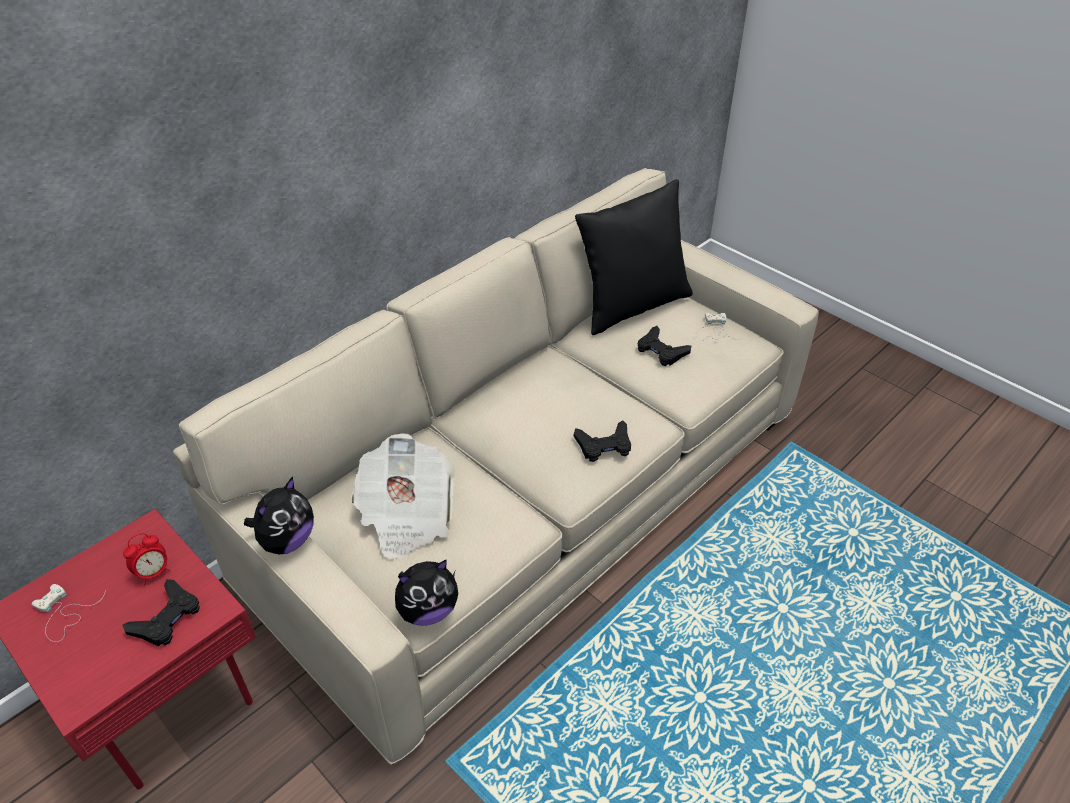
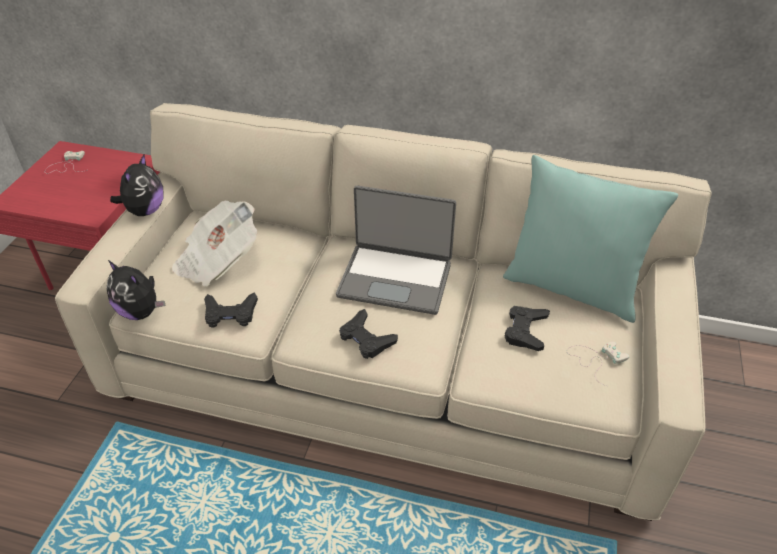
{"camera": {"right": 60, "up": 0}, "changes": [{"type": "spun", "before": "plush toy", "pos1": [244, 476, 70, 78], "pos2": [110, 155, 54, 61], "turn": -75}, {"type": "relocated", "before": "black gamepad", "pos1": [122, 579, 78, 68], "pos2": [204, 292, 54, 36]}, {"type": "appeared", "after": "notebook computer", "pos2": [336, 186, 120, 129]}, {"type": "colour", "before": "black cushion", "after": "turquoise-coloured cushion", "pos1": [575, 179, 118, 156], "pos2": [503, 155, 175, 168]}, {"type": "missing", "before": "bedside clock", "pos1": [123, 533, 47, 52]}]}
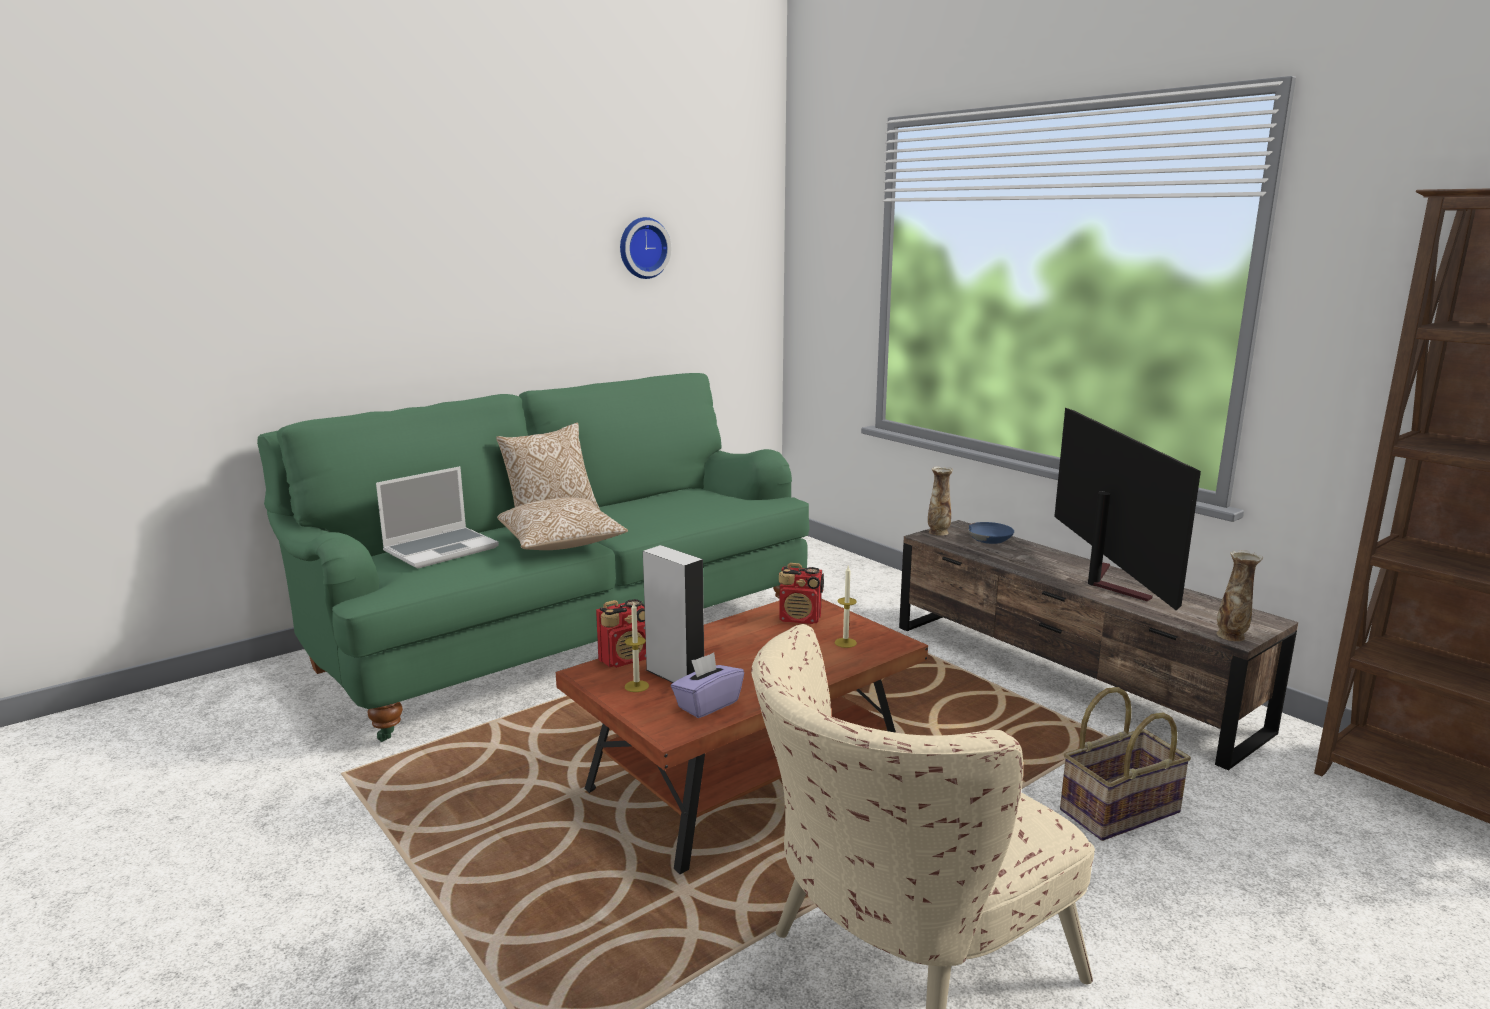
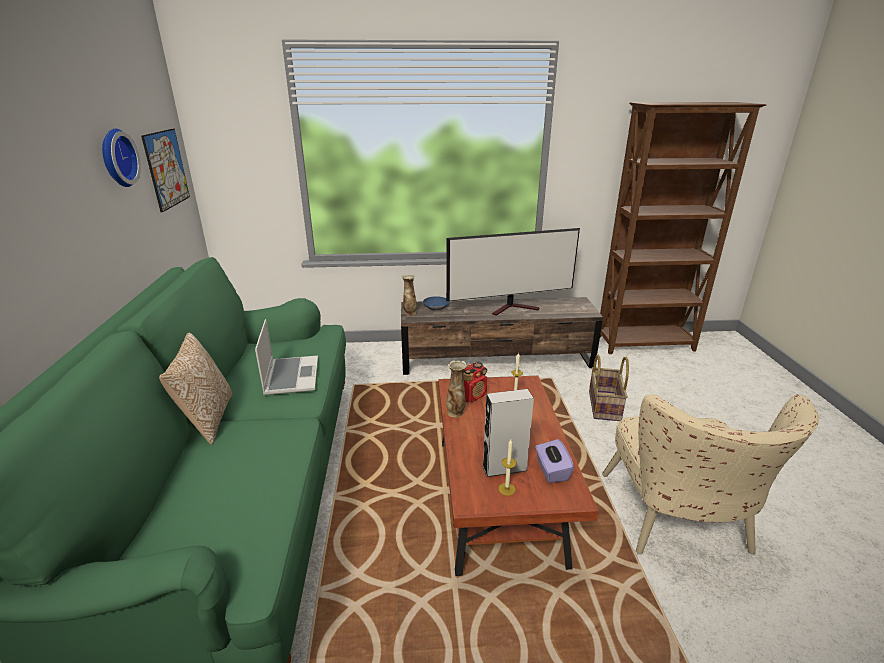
{"camera": {"right": -55, "up": 10}, "changes": [{"type": "appeared", "after": "wall picture", "pos2": [141, 129, 49, 84]}, {"type": "relocated", "before": "notebook computer", "pos1": [376, 466, 123, 103], "pos2": [255, 319, 63, 76]}, {"type": "spun", "before": "TV", "pos1": [1054, 408, 147, 202], "pos2": [446, 228, 134, 88], "turn": 135}, {"type": "relocated", "before": "vase", "pos1": [1216, 550, 47, 92], "pos2": [446, 360, 21, 57]}, {"type": "missing", "before": "cushion", "pos1": [497, 497, 131, 53]}, {"type": "missing", "before": "radio", "pos1": [596, 599, 50, 69]}]}
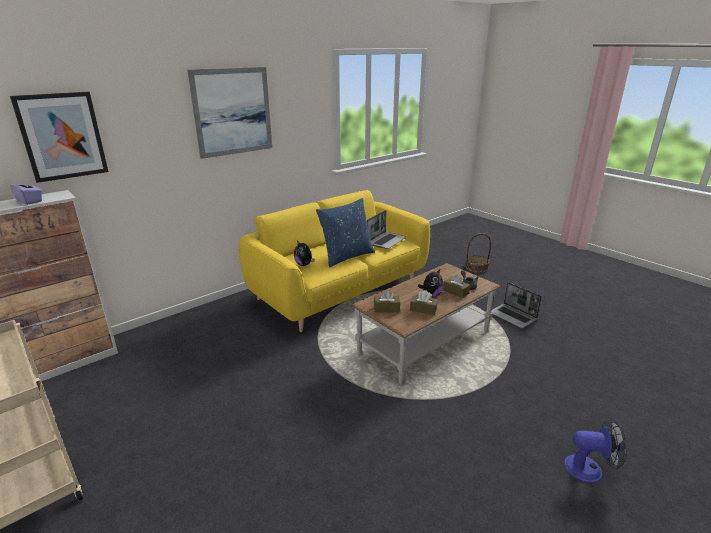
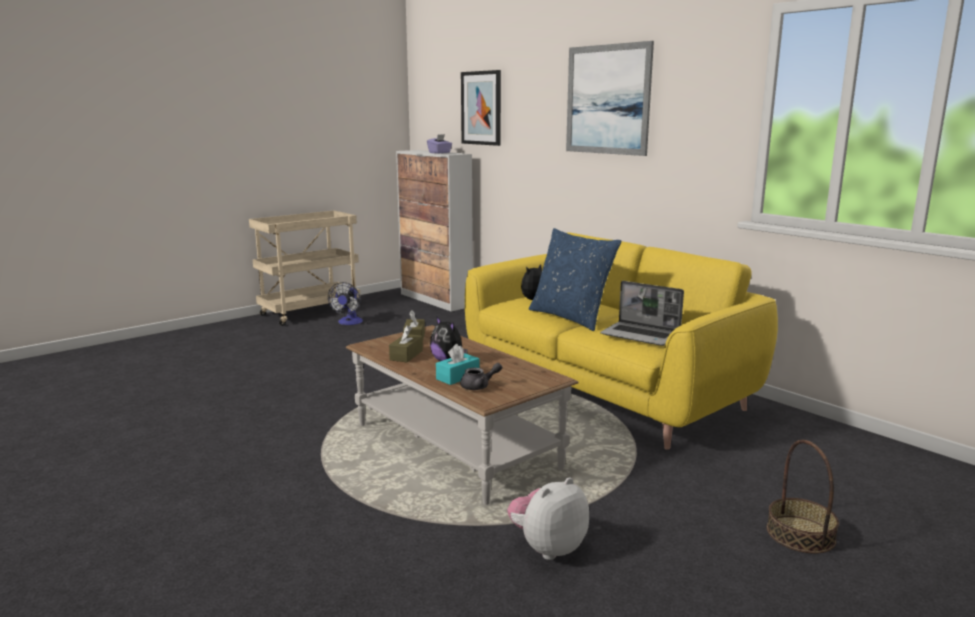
{"camera": {"right": 90, "up": -10}, "changes": [{"type": "relocated", "before": "fan", "pos1": [564, 418, 63, 65], "pos2": [328, 282, 35, 43]}, {"type": "colour", "before": "brown tissue holder", "after": "turquoise-coloured tissue holder", "pos1": [443, 274, 27, 24], "pos2": [436, 344, 43, 41]}, {"type": "exchanged", "before": "notebook computer", "after": "plush toy", "pos1": [491, 282, 51, 46], "pos2": [507, 477, 82, 83]}]}
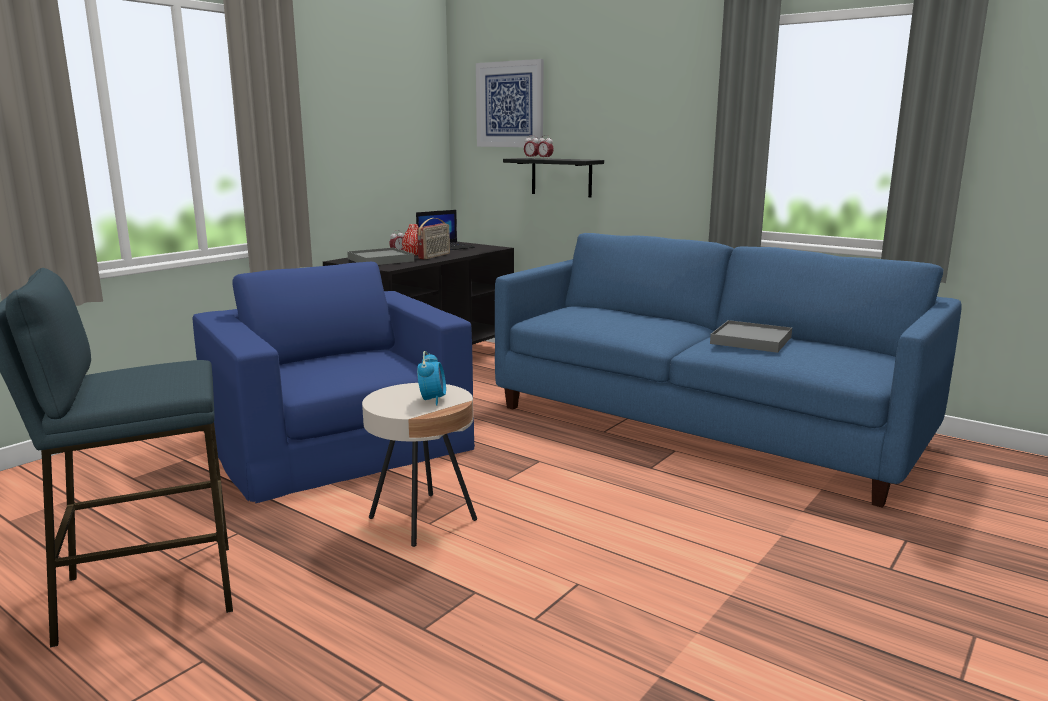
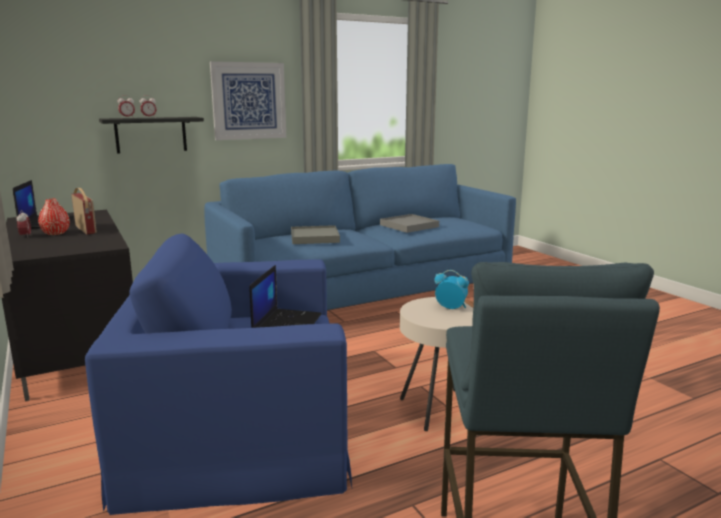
{"camera": {"right": -65, "up": 0}, "changes": [{"type": "relocated", "before": "wall picture", "pos1": [476, 59, 68, 88], "pos2": [210, 61, 76, 79]}, {"type": "appeared", "after": "notebook computer", "pos2": [250, 265, 72, 63]}, {"type": "relocated", "before": "gray tray", "pos1": [347, 248, 67, 17], "pos2": [291, 225, 49, 19]}]}
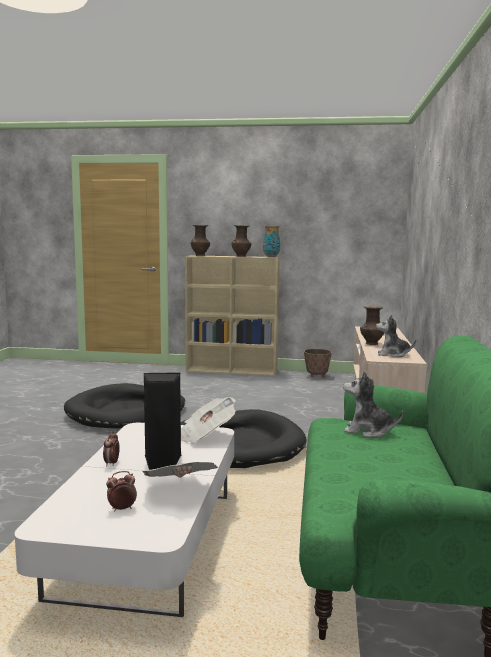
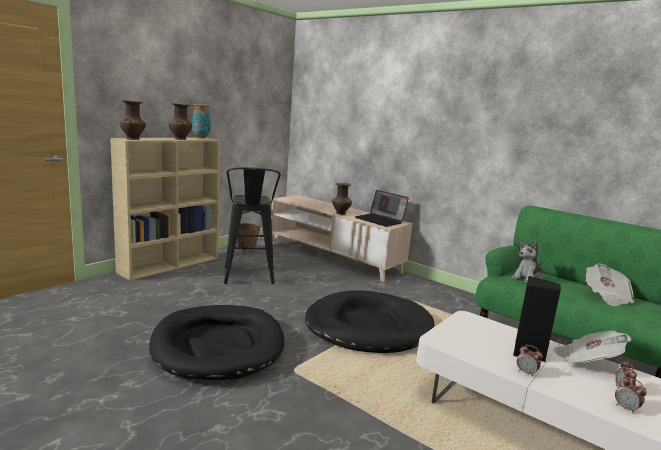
{"camera": {"right": -60, "up": 5}, "changes": [{"type": "appeared", "after": "black stool seat", "pos2": [224, 167, 57, 117]}, {"type": "exchanged", "before": "plush toy", "after": "notebook computer", "pos1": [376, 315, 40, 42], "pos2": [355, 190, 54, 37]}, {"type": "relocated", "before": "printed paper", "pos1": [181, 397, 55, 47], "pos2": [586, 263, 48, 43]}, {"type": "appeared", "after": "bedside clock", "pos2": [615, 377, 32, 37]}]}
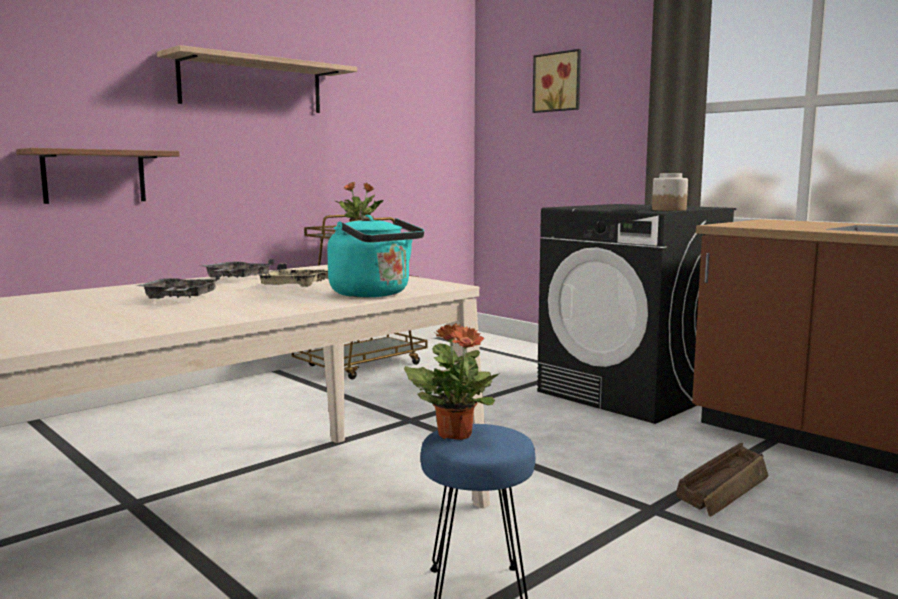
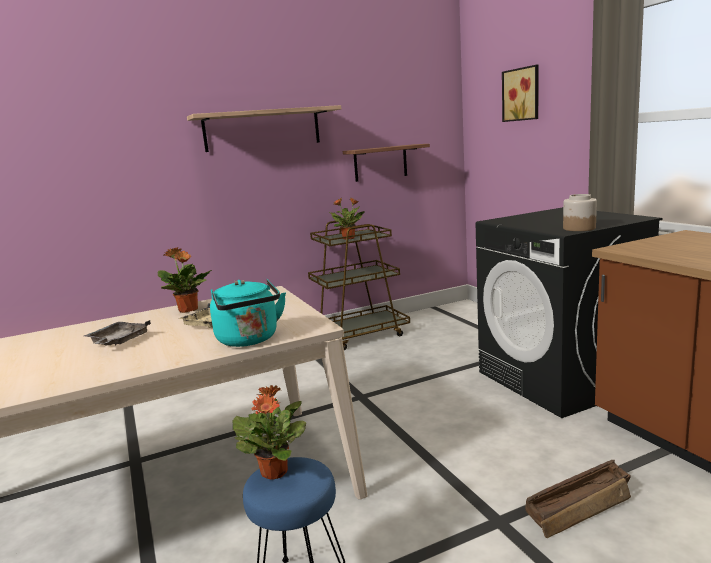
{"camera": {"right": 20, "up": 5}, "changes": [{"type": "exchanged", "before": "gray tray", "after": "plant in a pot", "pos1": [202, 259, 72, 19], "pos2": [158, 247, 54, 66]}, {"type": "relocated", "before": "shelf", "pos1": [16, 148, 164, 56], "pos2": [343, 144, 87, 38]}]}
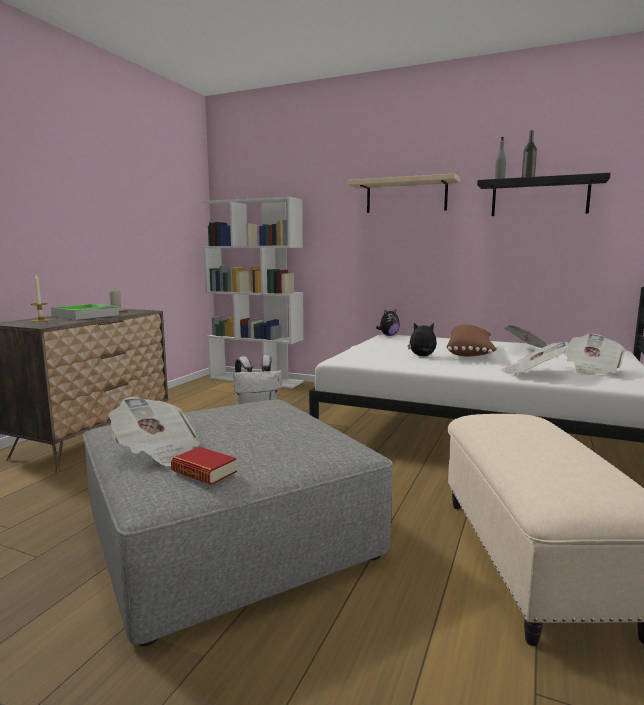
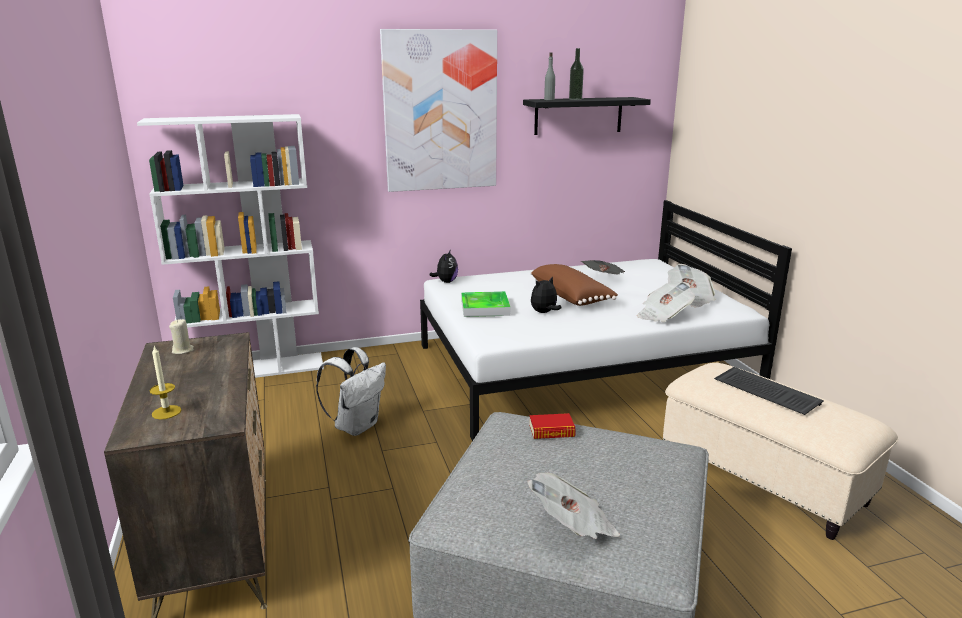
{"camera": {"right": -40, "up": 10}, "changes": [{"type": "exchanged", "before": "beige shelf", "after": "wall picture", "pos1": [347, 173, 113, 40], "pos2": [380, 29, 117, 163]}, {"type": "relocated", "before": "tray", "pos1": [51, 304, 68, 16], "pos2": [461, 291, 49, 26]}, {"type": "relocated", "before": "bound book", "pos1": [171, 447, 66, 38], "pos2": [529, 413, 47, 26]}, {"type": "appeared", "after": "keyboard", "pos2": [714, 367, 110, 48]}]}
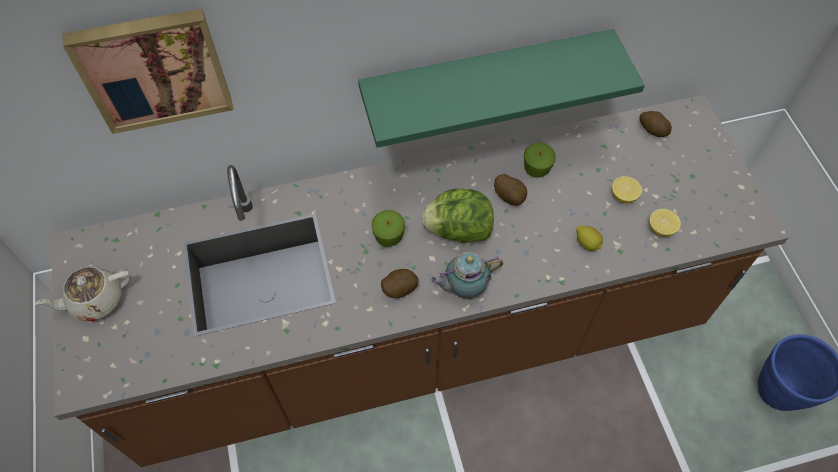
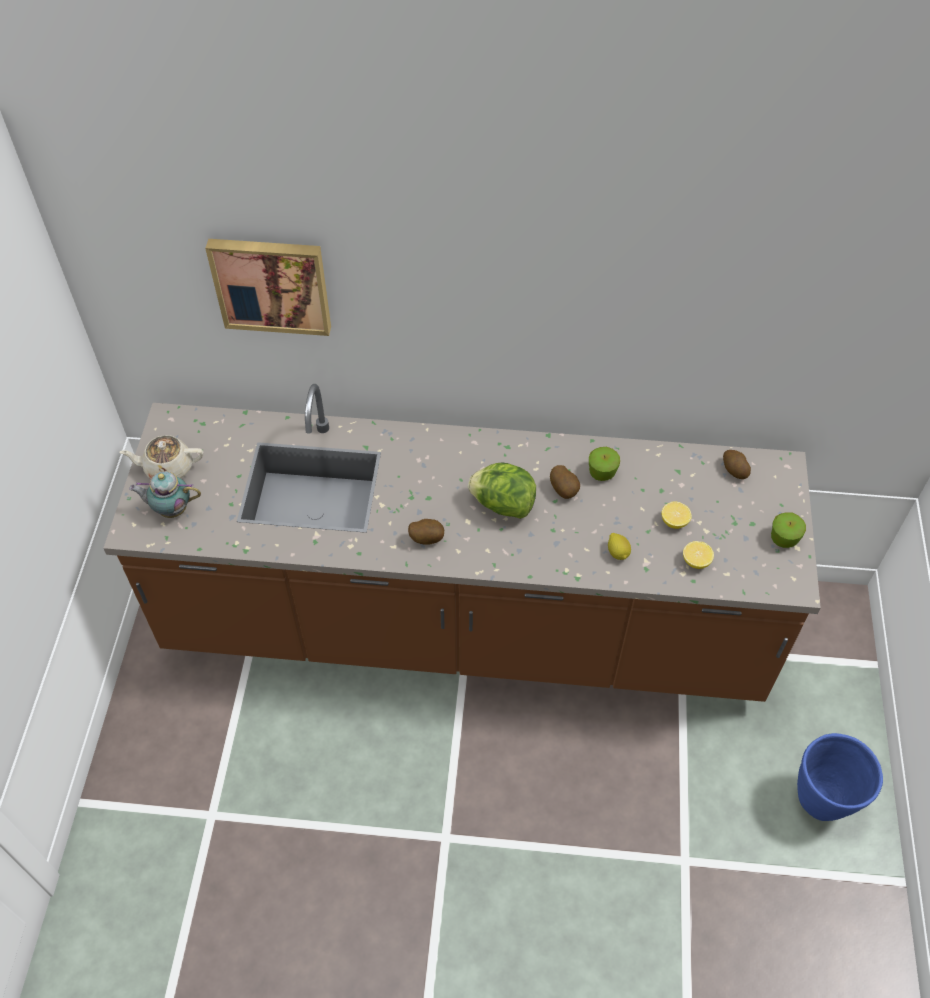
{"camera": {"right": 20, "up": -5}, "changes": [{"type": "relocated", "before": "teapot", "pos1": [430, 251, 73, 48], "pos2": [129, 471, 72, 47]}, {"type": "relocated", "before": "whole apple", "pos1": [371, 210, 34, 37], "pos2": [771, 512, 35, 36]}, {"type": "missing", "before": "green shelf", "pos1": [358, 29, 287, 119]}]}
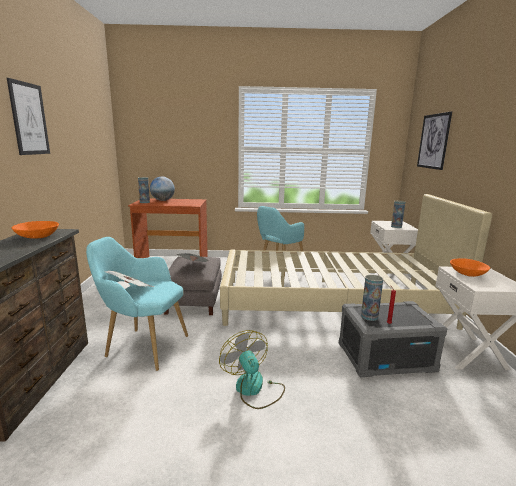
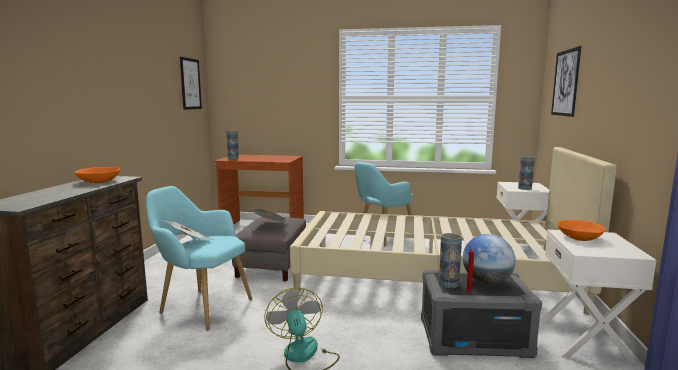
{"camera": {"right": 10, "up": -5}, "changes": [{"type": "relocated", "before": "wall picture", "pos1": [7, 78, 43, 77], "pos2": [180, 57, 22, 53]}, {"type": "relocated", "before": "globe", "pos1": [150, 177, 25, 24], "pos2": [463, 234, 52, 51]}]}
